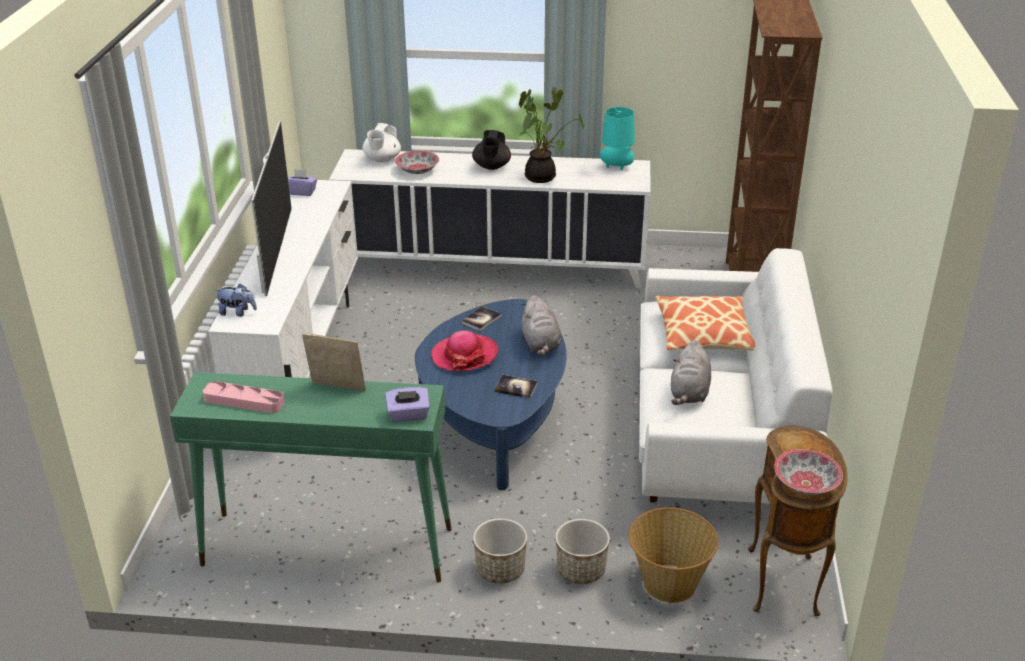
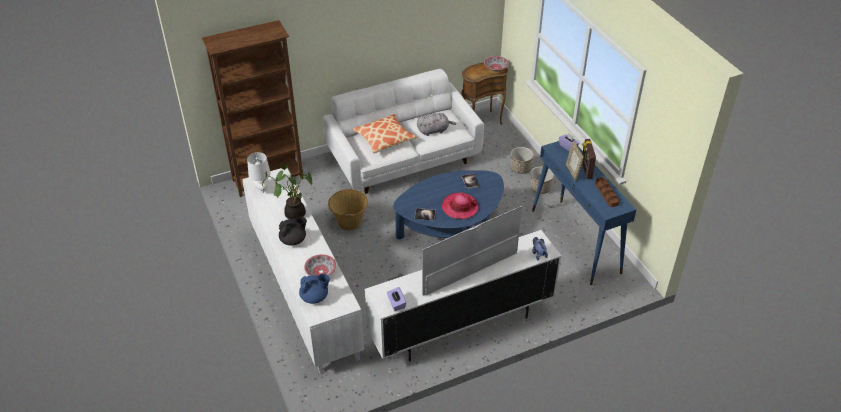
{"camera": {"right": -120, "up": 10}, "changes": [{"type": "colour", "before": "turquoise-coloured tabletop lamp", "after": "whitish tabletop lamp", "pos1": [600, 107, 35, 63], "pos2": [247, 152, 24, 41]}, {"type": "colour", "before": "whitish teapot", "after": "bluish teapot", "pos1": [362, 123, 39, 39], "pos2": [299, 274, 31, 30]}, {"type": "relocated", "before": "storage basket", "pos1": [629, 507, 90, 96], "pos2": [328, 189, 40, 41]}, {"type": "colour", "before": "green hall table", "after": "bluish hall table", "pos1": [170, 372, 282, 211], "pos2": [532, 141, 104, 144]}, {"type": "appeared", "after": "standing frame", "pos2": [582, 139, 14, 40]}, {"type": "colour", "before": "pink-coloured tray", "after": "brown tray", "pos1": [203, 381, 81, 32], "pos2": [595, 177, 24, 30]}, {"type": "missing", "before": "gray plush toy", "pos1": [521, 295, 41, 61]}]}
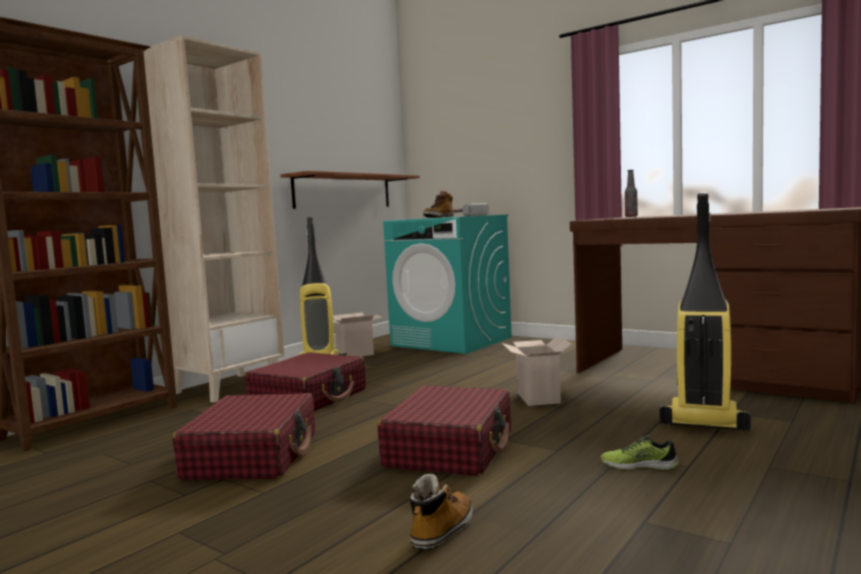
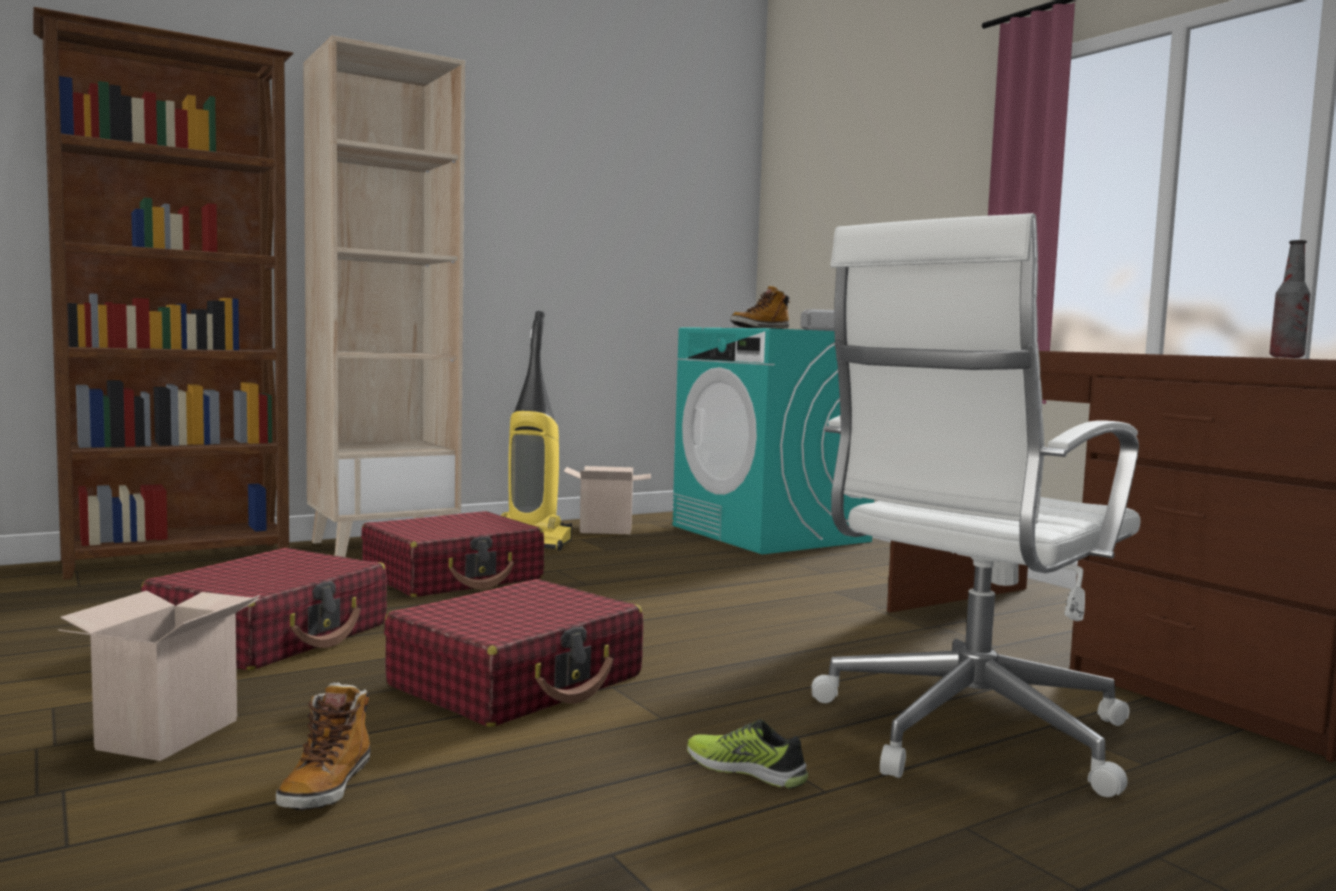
{"camera": {"right": 20, "up": 0}, "changes": [{"type": "relocated", "before": "cardboard box", "pos1": [502, 336, 70, 70], "pos2": [58, 591, 202, 170]}, {"type": "spun", "before": "boot", "pos1": [410, 474, 63, 76], "pos2": [276, 682, 95, 128], "turn": 135}, {"type": "exchanged", "before": "vacuum", "after": "whitish office chair", "pos1": [659, 192, 92, 240], "pos2": [812, 213, 329, 584]}, {"type": "relocated", "before": "drink bottle", "pos1": [625, 170, 13, 47], "pos2": [1269, 240, 41, 118]}, {"type": "missing", "before": "shelf", "pos1": [281, 171, 139, 38]}]}
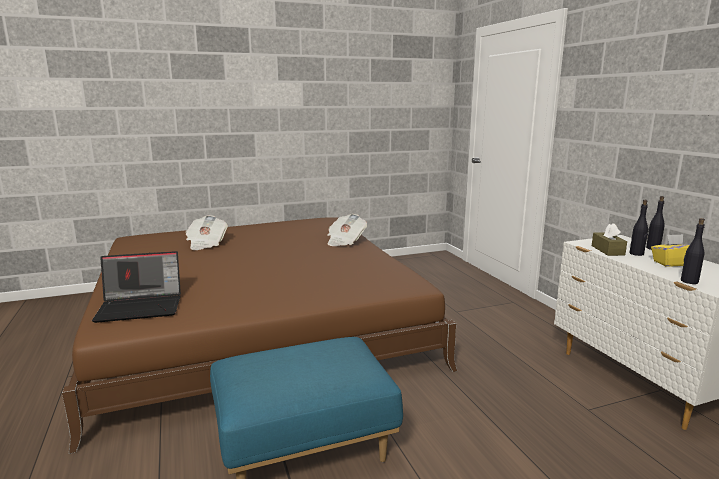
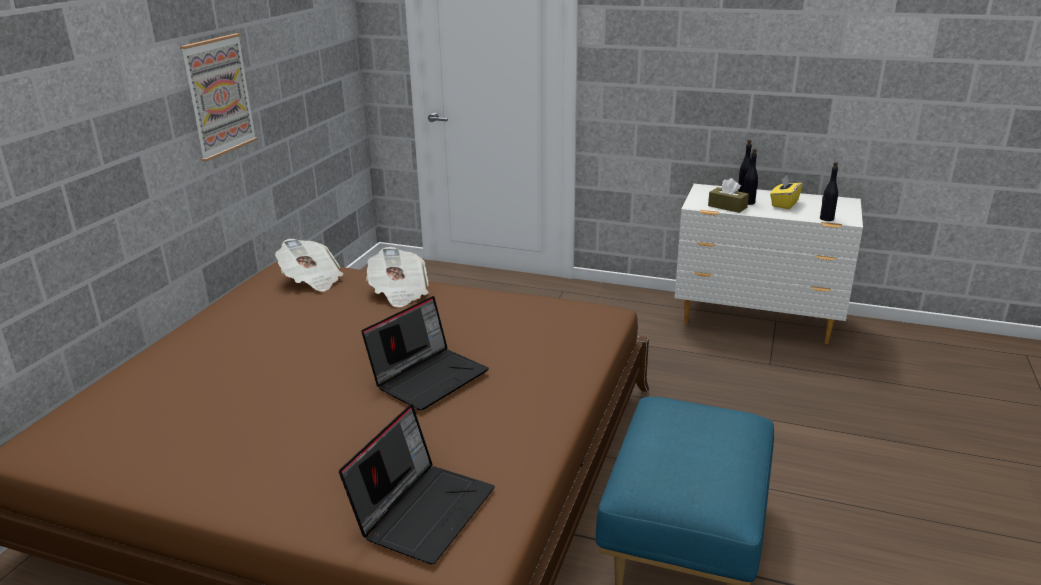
{"camera": {"right": -50, "up": 10}, "changes": [{"type": "appeared", "after": "wall picture", "pos2": [180, 33, 78, 129]}, {"type": "relocated", "before": "printed paper", "pos1": [185, 215, 43, 35], "pos2": [275, 239, 68, 53]}, {"type": "appeared", "after": "notebook computer", "pos2": [361, 296, 128, 115]}]}
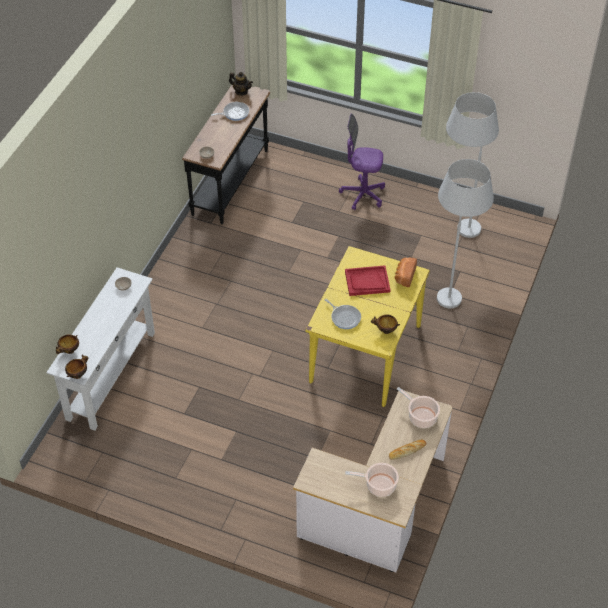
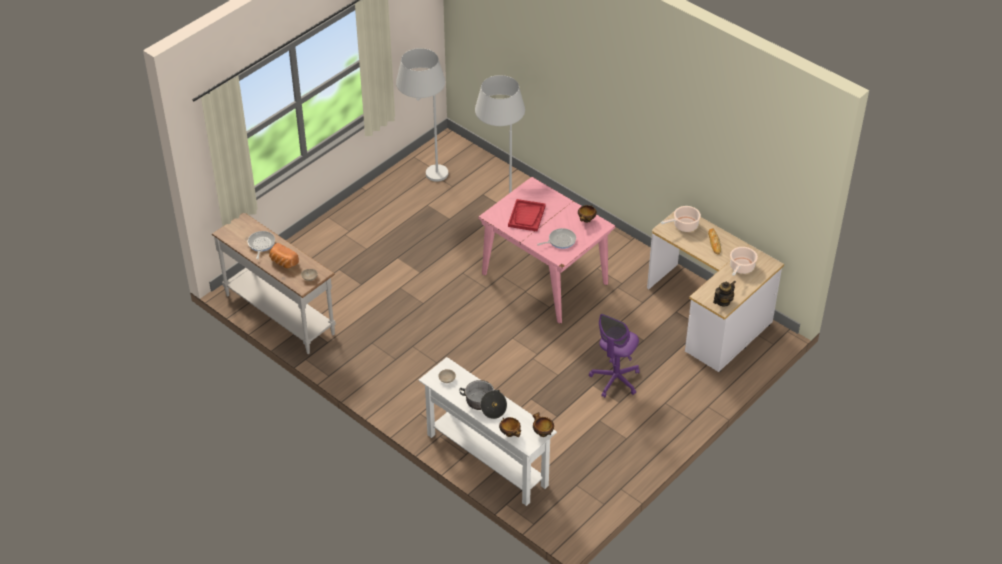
{"camera": {"right": -70, "up": -5}, "changes": [{"type": "colour", "before": "black hall table", "after": "whitish hall table", "pos1": [182, 85, 88, 139], "pos2": [212, 213, 124, 141]}, {"type": "relocated", "before": "bakery bread", "pos1": [395, 258, 22, 29], "pos2": [269, 243, 30, 25]}, {"type": "appeared", "after": "cooking pot", "pos2": [459, 380, 48, 39]}, {"type": "colour", "before": "yellow dinner table", "after": "pink-coloured dinner table", "pos1": [306, 246, 124, 161], "pos2": [478, 177, 137, 147]}, {"type": "relocated", "before": "purple office chair", "pos1": [339, 114, 46, 96], "pos2": [589, 314, 51, 84]}, {"type": "relocated", "before": "teapot", "pos1": [229, 72, 24, 24], "pos2": [713, 280, 23, 26]}]}
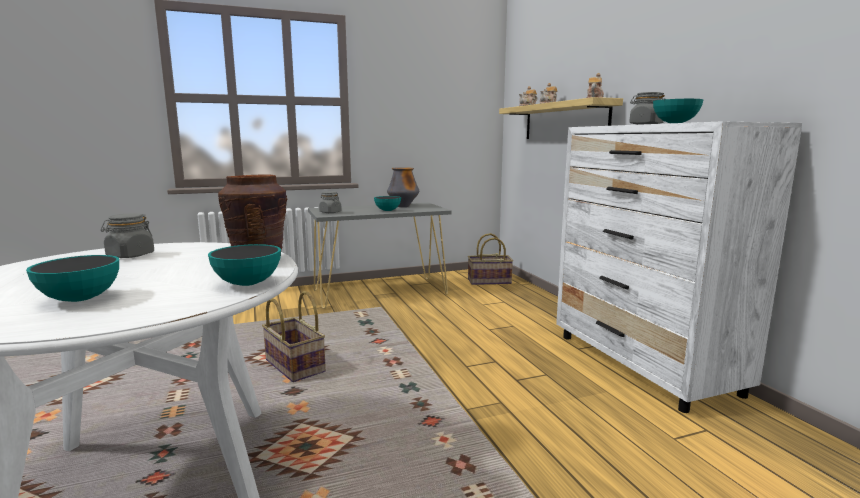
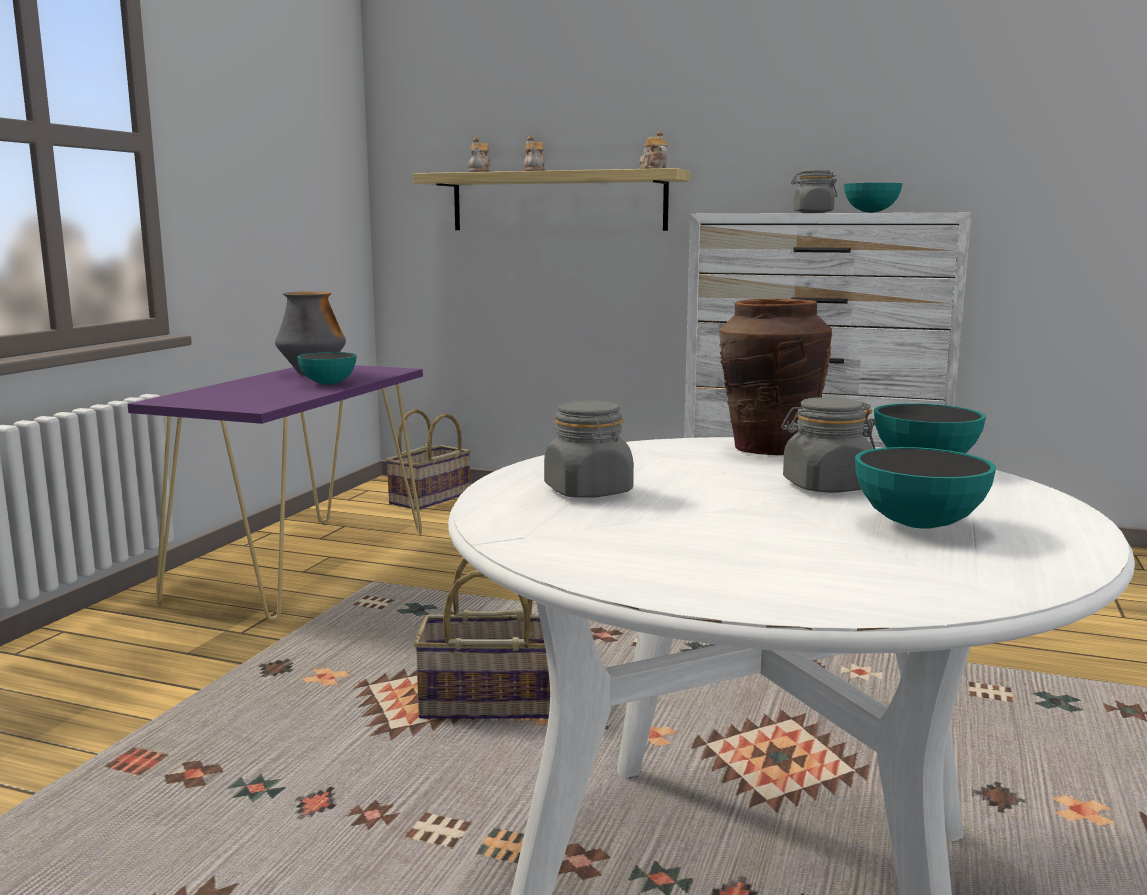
{"camera": {"right": -50, "up": 0}, "changes": [{"type": "colour", "before": "gray hall table", "after": "purple hall table", "pos1": [308, 203, 144, 106], "pos2": [128, 365, 295, 256]}, {"type": "relocated", "before": "gray storage jar", "pos1": [319, 191, 23, 22], "pos2": [781, 397, 95, 96]}]}
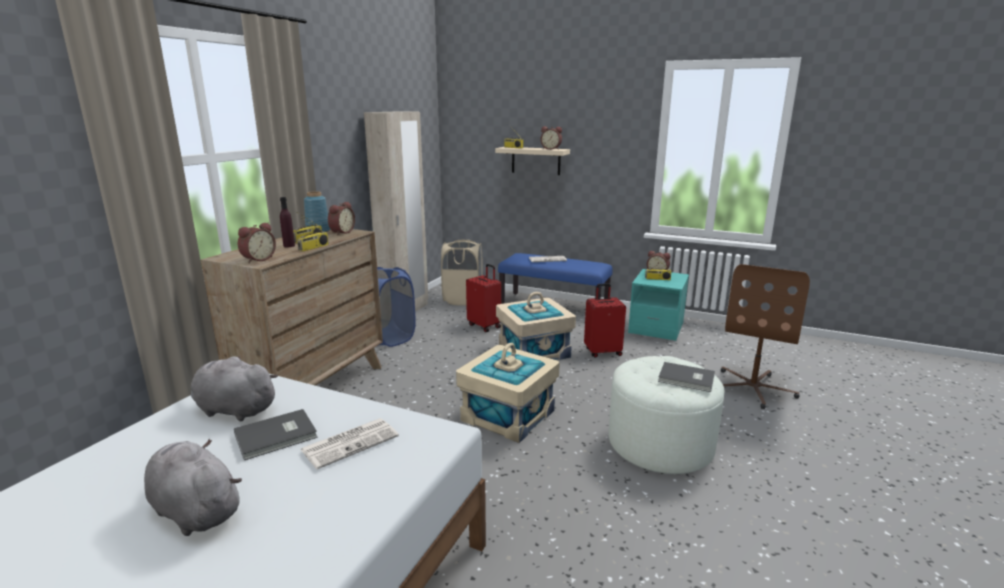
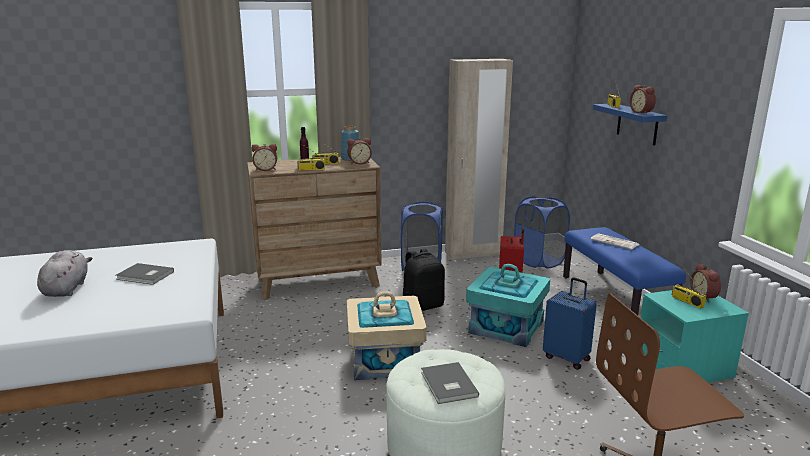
{"camera": {"right": 50, "up": 0}, "changes": [{"type": "appeared", "after": "black knapsack", "pos2": [403, 249, 42, 62]}, {"type": "colour", "before": "beige storage bin", "after": "turquoise-coloured storage bin", "pos1": [496, 292, 80, 68], "pos2": [466, 264, 84, 83]}, {"type": "colour", "before": "beige laundry basket", "after": "bluish laundry basket", "pos1": [441, 240, 42, 66], "pos2": [514, 196, 56, 73]}, {"type": "colour", "before": "red travel case", "after": "bluish travel case", "pos1": [584, 283, 42, 75], "pos2": [543, 277, 54, 93]}, {"type": "colour", "before": "beige shelf", "after": "bluish shelf", "pos1": [495, 147, 75, 28], "pos2": [593, 104, 74, 41]}, {"type": "missing", "before": "gray plush toy", "pos1": [191, 356, 87, 65]}, {"type": "missing", "before": "printed paper", "pos1": [300, 418, 99, 51]}]}
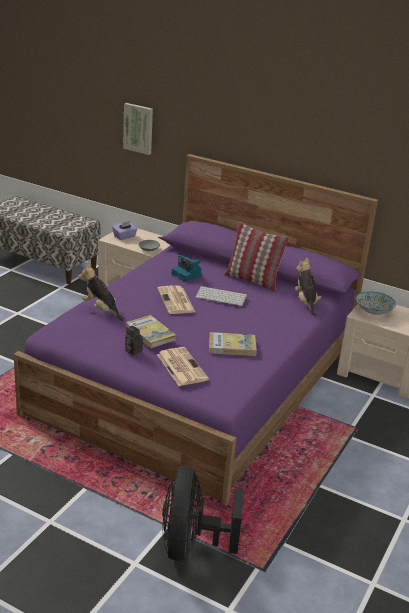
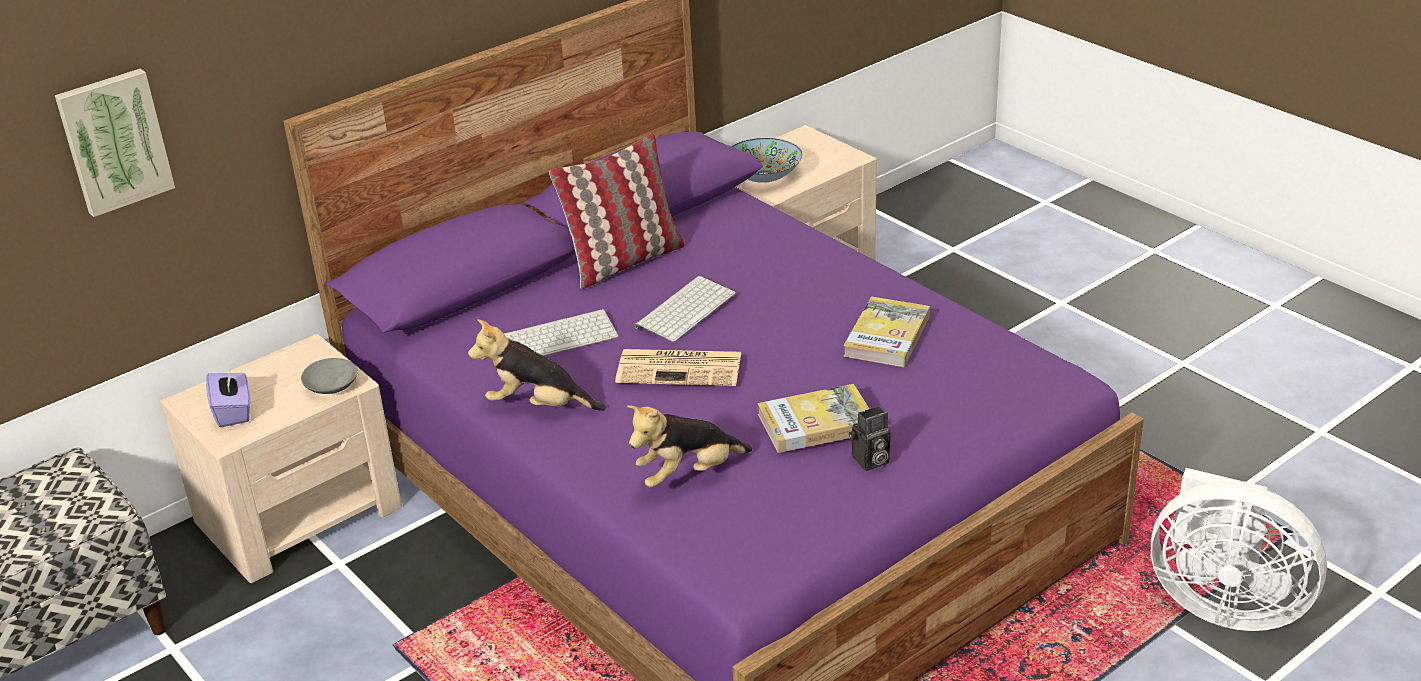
{"camera": {"right": -65, "up": 5}, "changes": [{"type": "relocated", "before": "plush toy", "pos1": [295, 257, 26, 60], "pos2": [468, 319, 138, 92]}, {"type": "exchanged", "before": "still camera", "after": "keyboard", "pos1": [171, 255, 31, 27], "pos2": [504, 309, 115, 47]}, {"type": "colour", "before": "black fan", "after": "whitish fan", "pos1": [162, 466, 82, 95], "pos2": [1151, 468, 176, 163]}, {"type": "missing", "before": "printed paper", "pos1": [157, 347, 52, 39]}]}
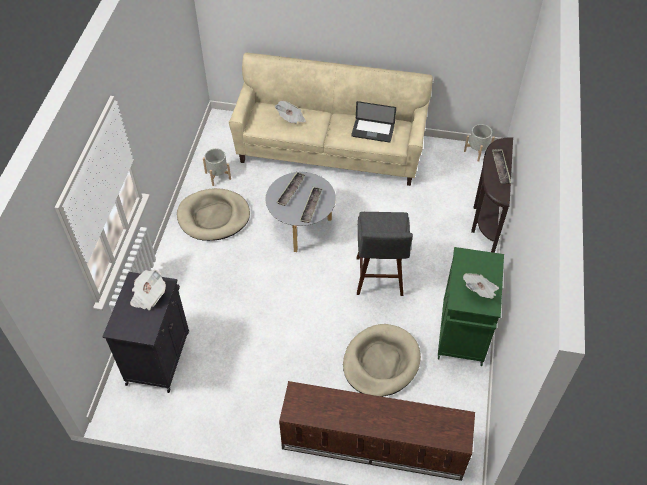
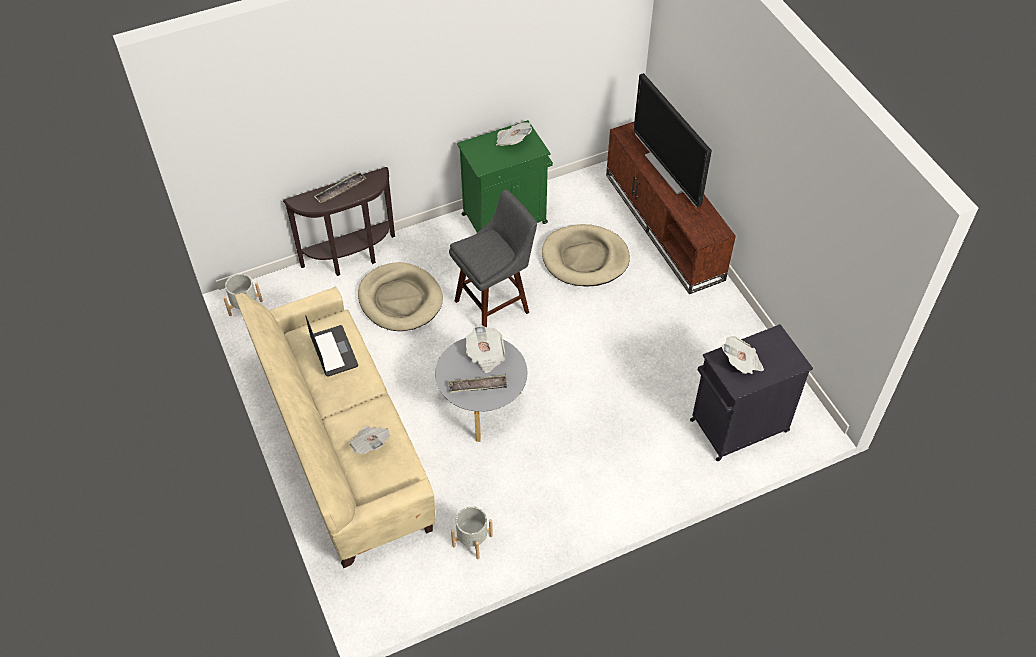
{"camera": {"right": -125, "up": 0}, "changes": [{"type": "relocated", "before": "beige dog bed", "pos1": [177, 188, 73, 53], "pos2": [358, 262, 85, 69]}, {"type": "exchanged", "before": "tray", "after": "printed paper", "pos1": [300, 187, 22, 36], "pos2": [466, 325, 39, 48]}, {"type": "appeared", "after": "TV", "pos2": [633, 73, 79, 134]}]}
